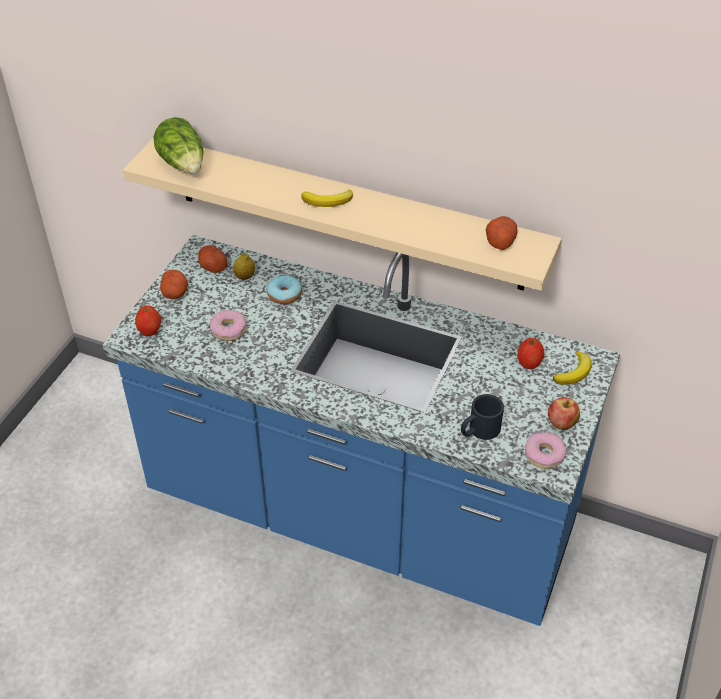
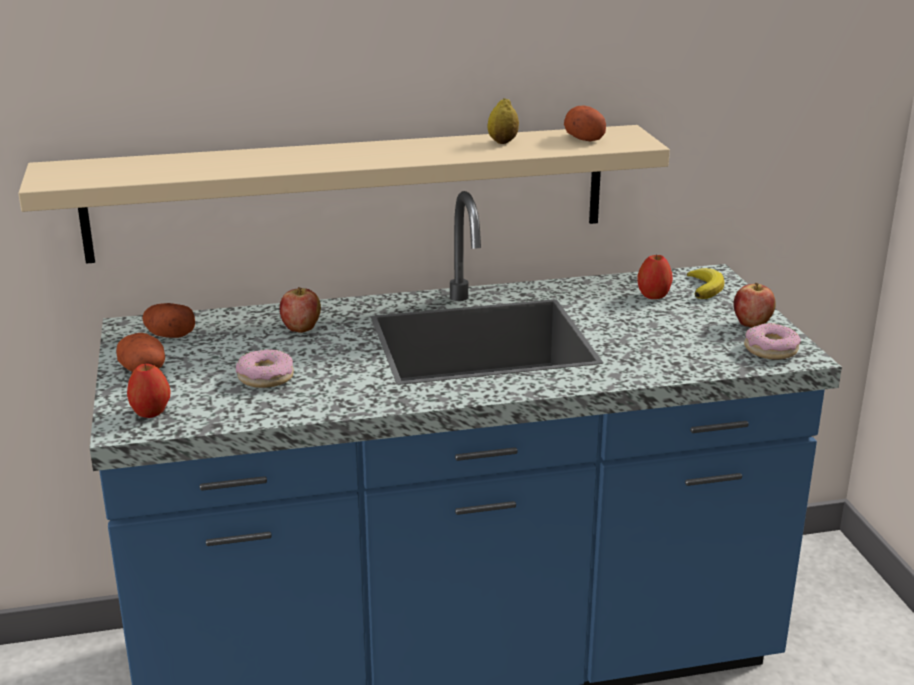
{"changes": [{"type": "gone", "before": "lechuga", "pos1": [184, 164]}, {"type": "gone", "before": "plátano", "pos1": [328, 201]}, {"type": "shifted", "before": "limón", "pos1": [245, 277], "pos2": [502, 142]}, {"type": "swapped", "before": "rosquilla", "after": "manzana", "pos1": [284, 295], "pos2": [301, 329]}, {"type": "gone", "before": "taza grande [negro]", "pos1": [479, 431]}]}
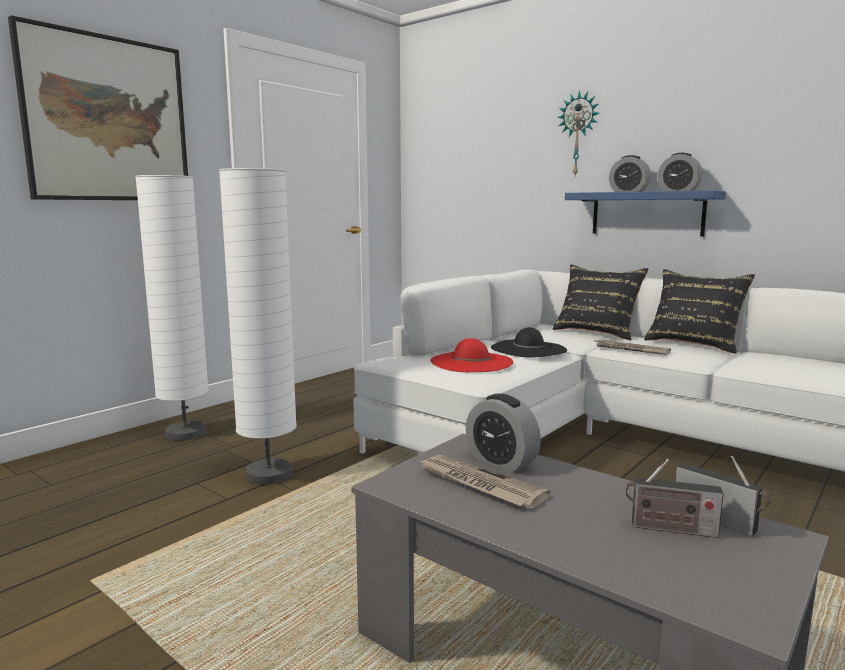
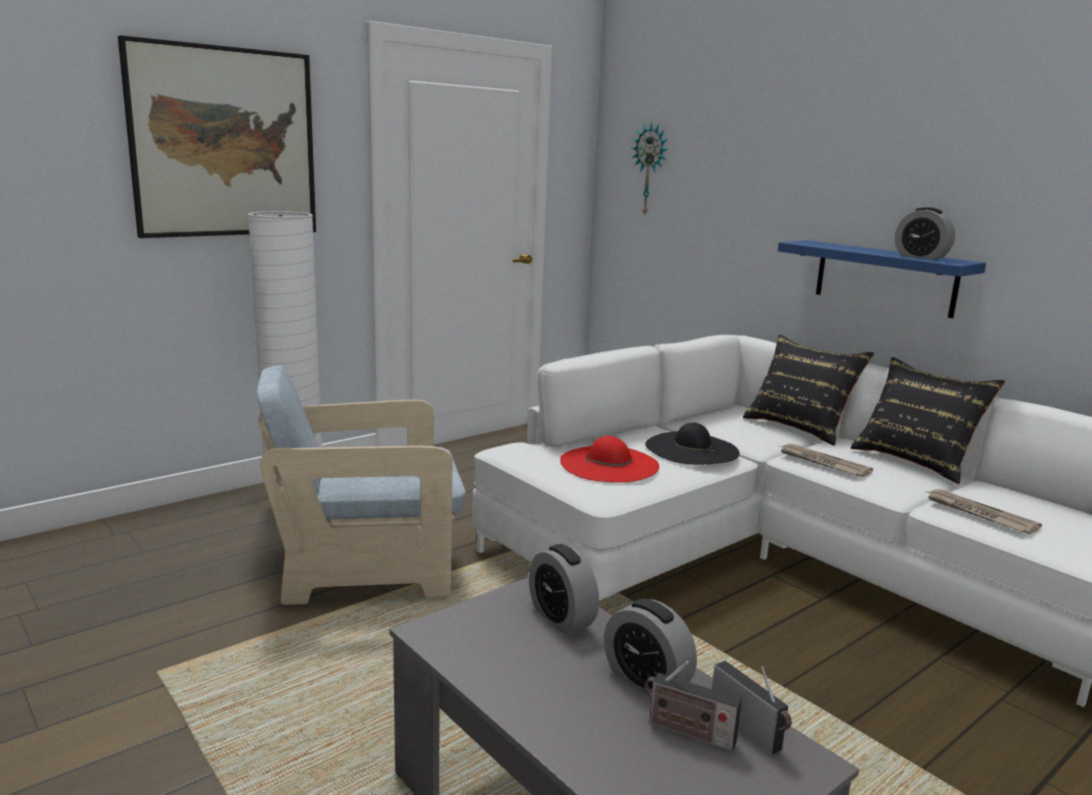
{"changes": [{"type": "shifted", "before": "reloj de pared", "pos1": [578, 134], "pos2": [650, 169]}, {"type": "shifted", "before": "despertador", "pos1": [628, 191], "pos2": [646, 680]}, {"type": "swapped", "before": "lámpara de pie [blanco]", "after": "sillón [beis]", "pos1": [268, 475], "pos2": [367, 568]}, {"type": "shifted", "before": "periódico", "pos1": [478, 484], "pos2": [979, 514]}]}
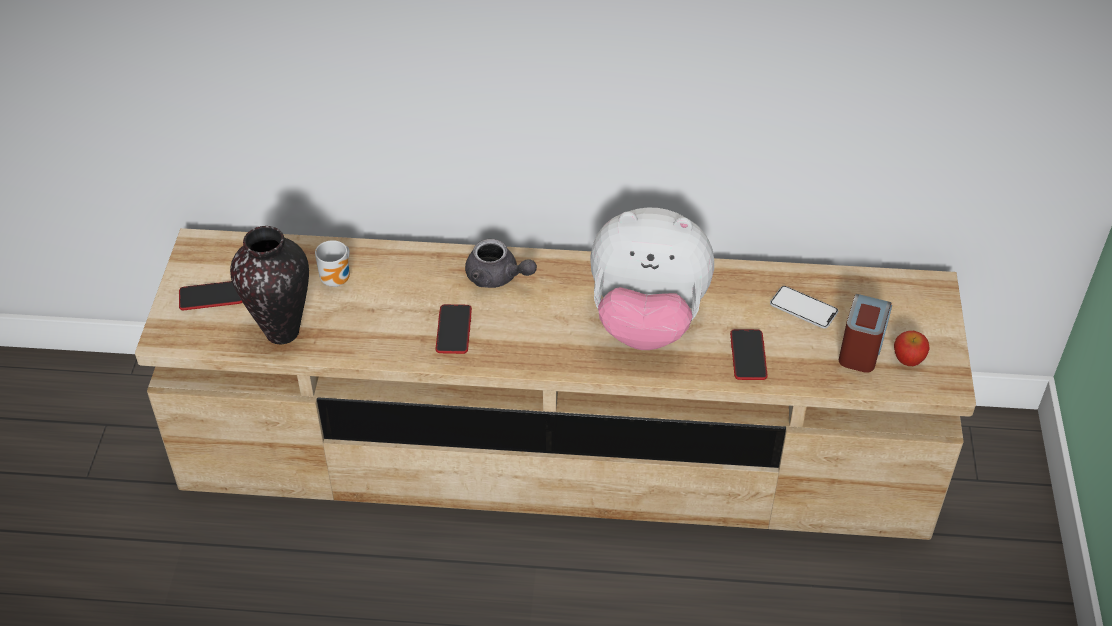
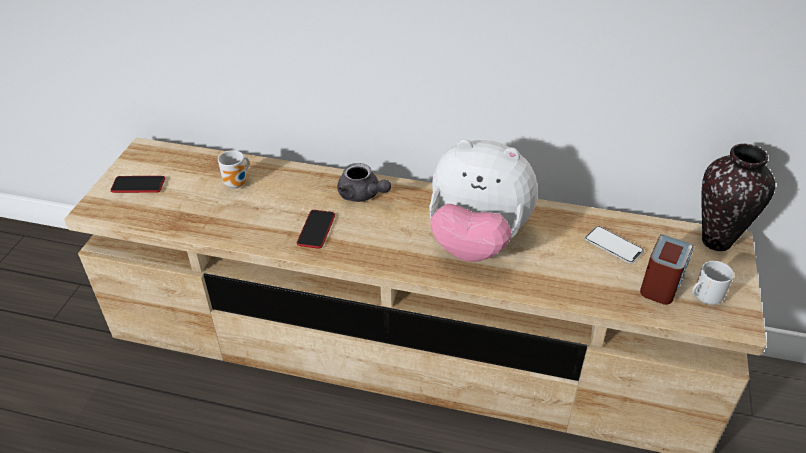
{"changes": [{"type": "shifted", "before": "florero", "pos1": [283, 333], "pos2": [717, 242]}, {"type": "gone", "before": "móvil", "pos1": [748, 355]}, {"type": "swapped", "before": "manzana", "after": "taza grande", "pos1": [908, 360], "pos2": [704, 298]}]}
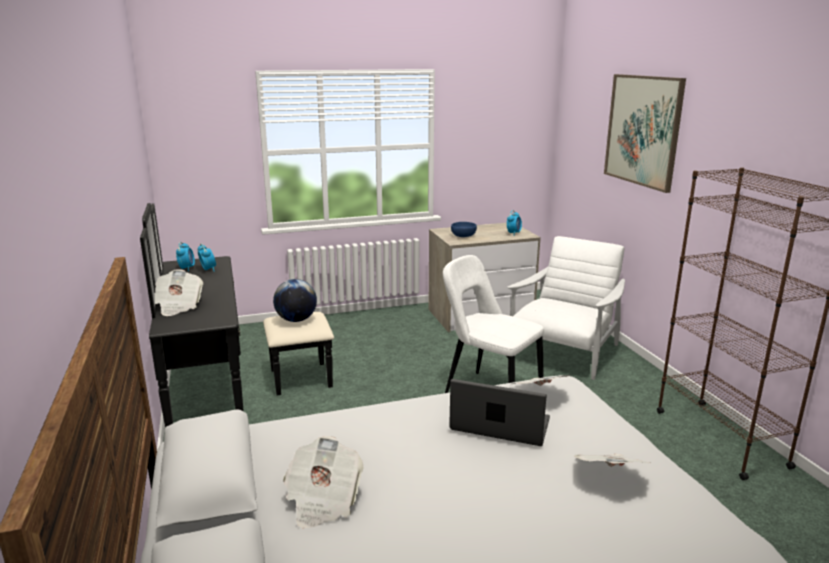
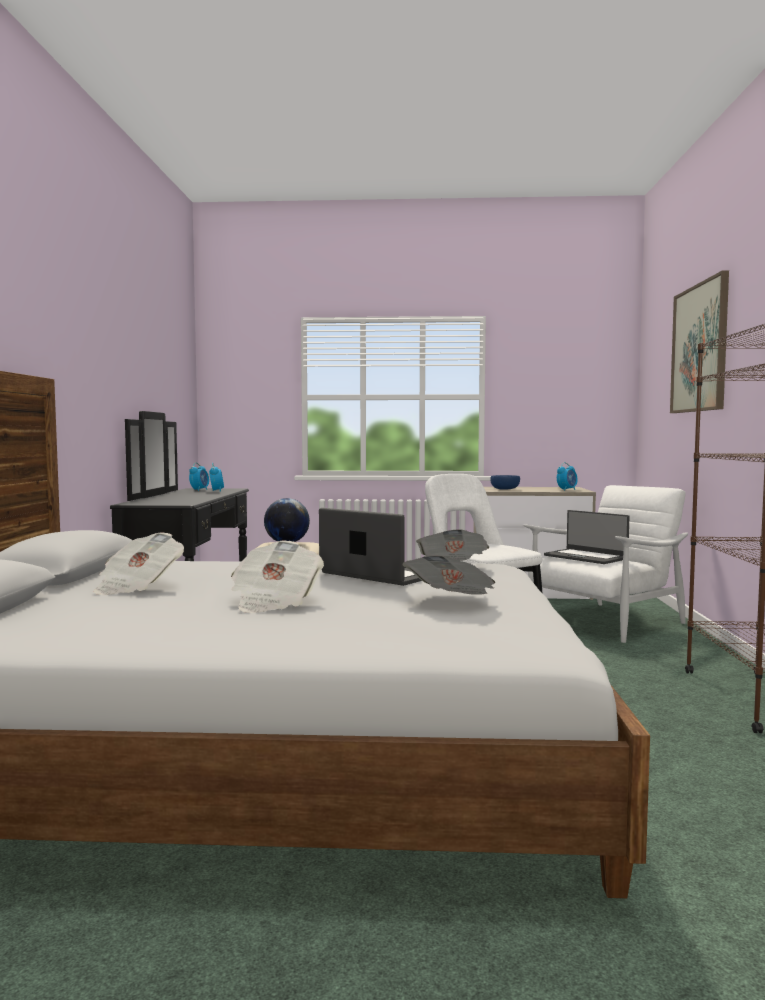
{"changes": [{"type": "shifted", "before": "periódico", "pos1": [178, 306], "pos2": [274, 602]}, {"type": "new", "after": "portátil", "pos2": [586, 557]}]}
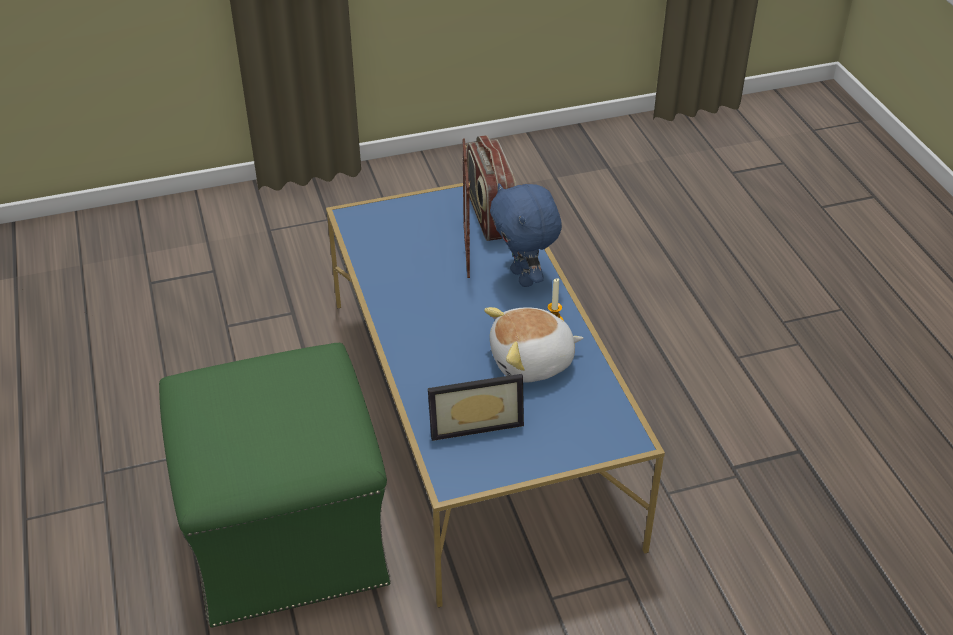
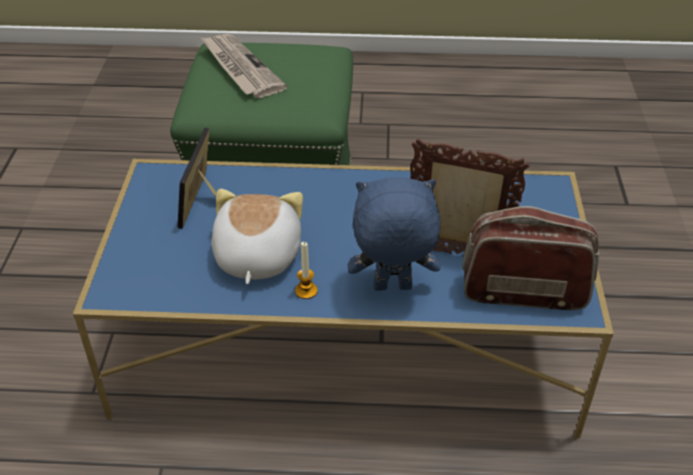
{"changes": [{"type": "new", "after": "periódico", "pos2": [240, 68]}]}
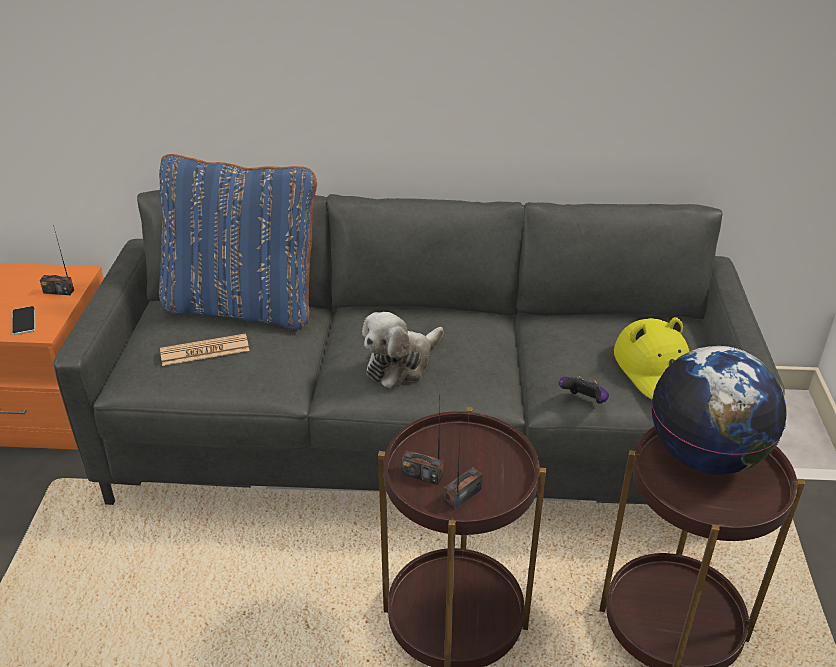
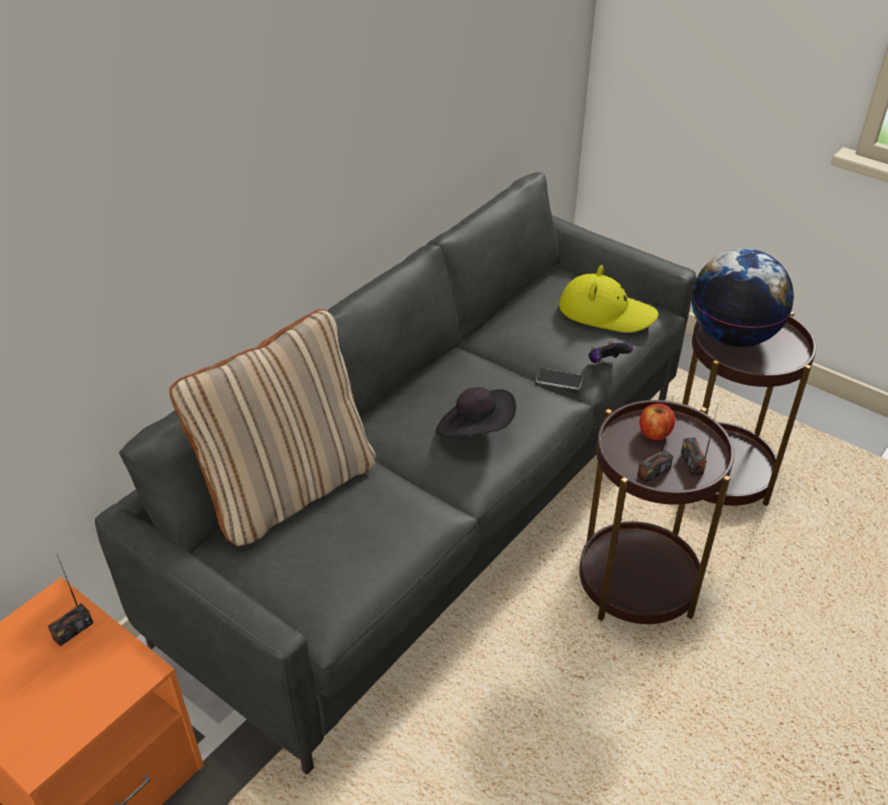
{"changes": [{"type": "repainted", "before": "cojín [azul]", "after": "cojín [beis]", "pos1": [244, 305], "pos2": [289, 488]}, {"type": "shifted", "before": "móvil", "pos1": [24, 321], "pos2": [559, 380]}, {"type": "swapped", "before": "peluche", "after": "sombrero [negro]", "pos1": [401, 364], "pos2": [476, 430]}, {"type": "gone", "before": "periódico", "pos1": [205, 351]}, {"type": "new", "after": "manzana", "pos2": [654, 433]}]}
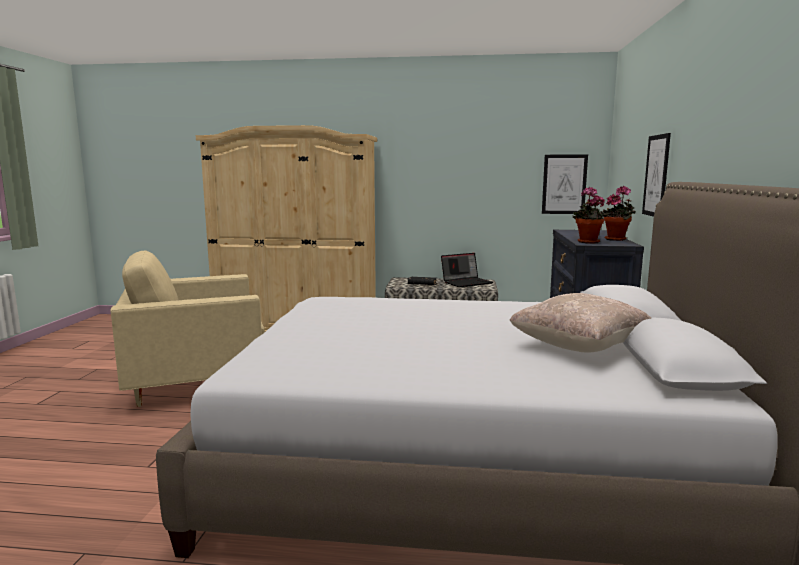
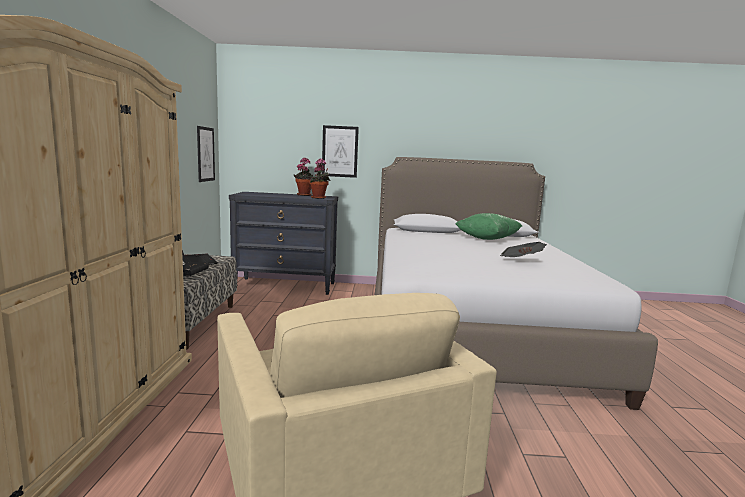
{"changes": [{"type": "repainted", "before": "cojín [beis]", "after": "cojín [verde]", "pos1": [578, 348], "pos2": [487, 239]}, {"type": "new", "after": "periódico", "pos2": [521, 261]}]}
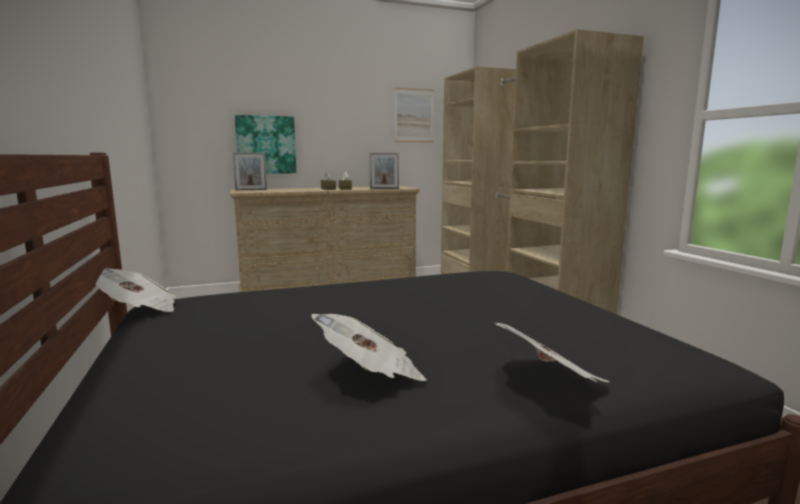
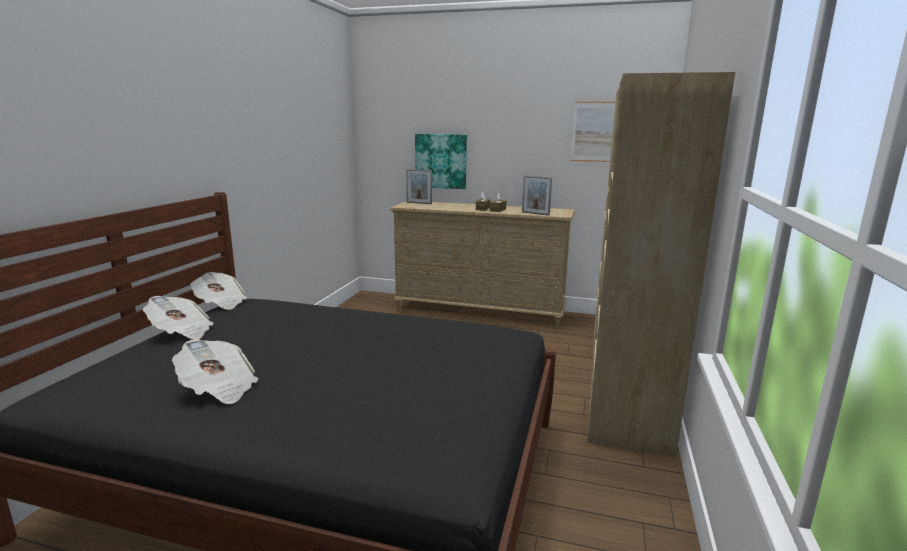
{"changes": [{"type": "shifted", "before": "periódico", "pos1": [549, 381], "pos2": [181, 332]}]}
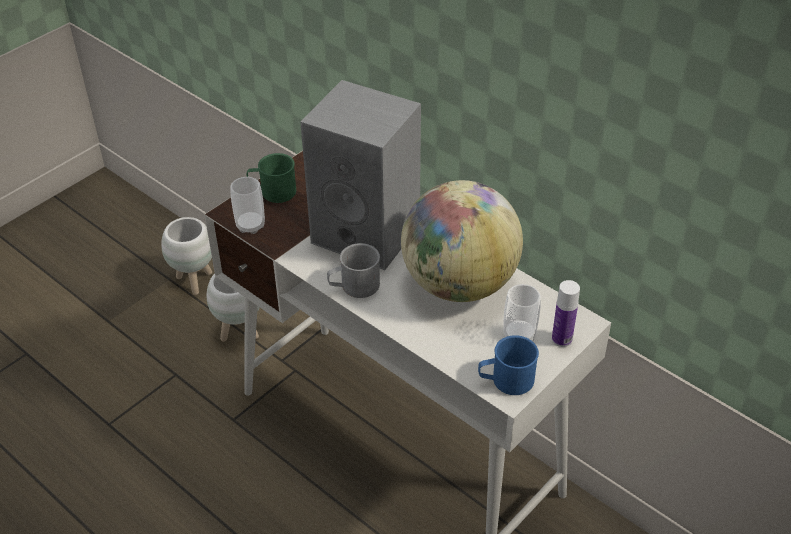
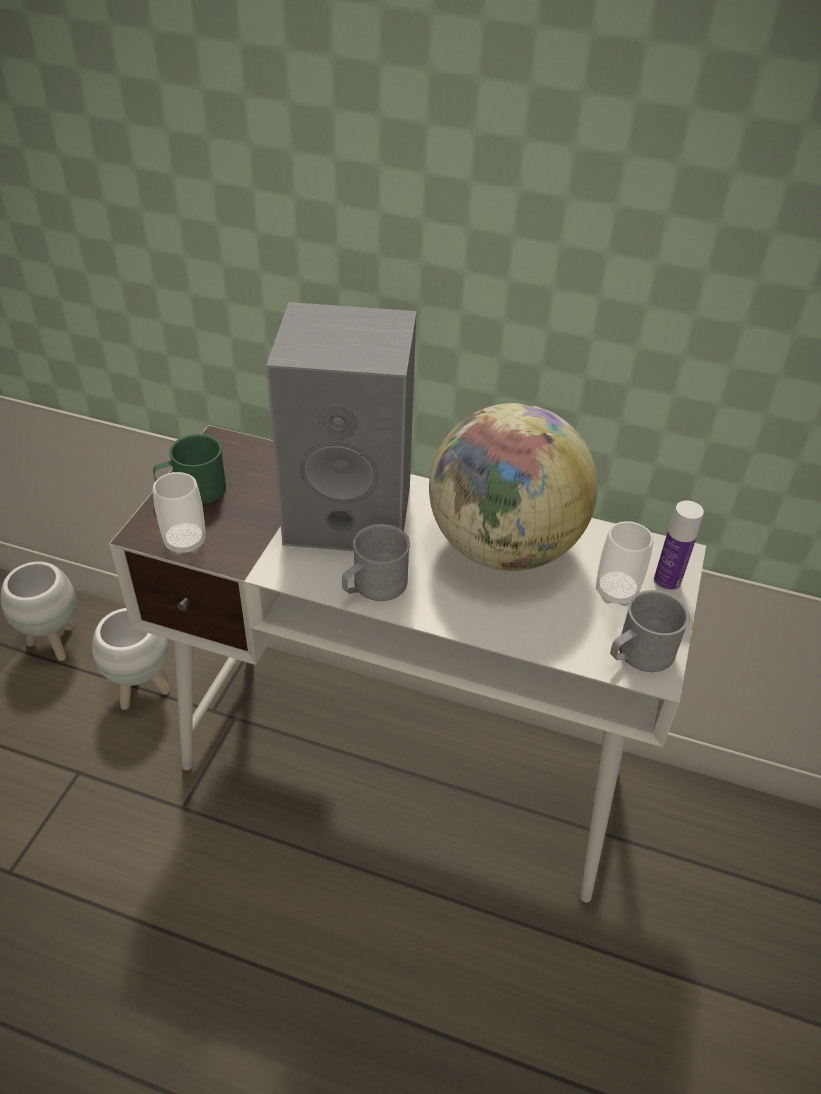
{"changes": [{"type": "repainted", "before": "taza grande [azul]", "after": "taza grande [gris]", "pos1": [506, 380], "pos2": [638, 655]}]}
